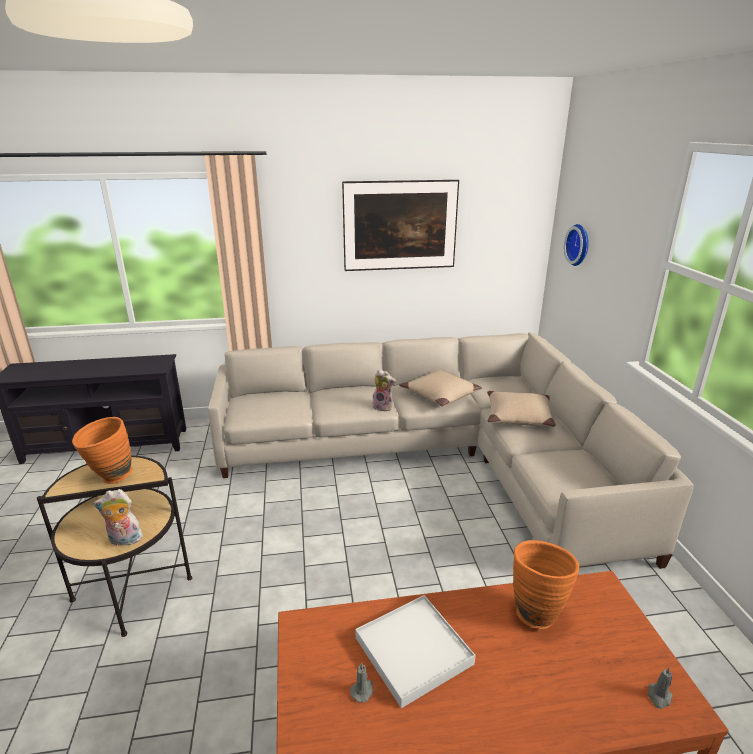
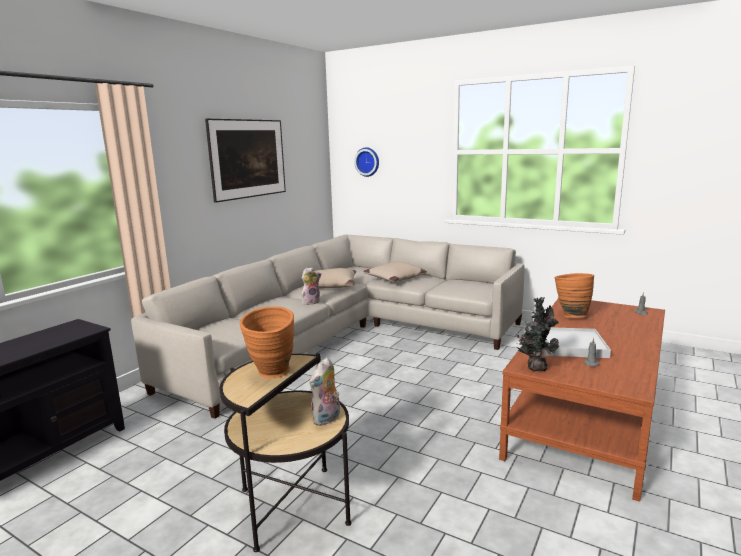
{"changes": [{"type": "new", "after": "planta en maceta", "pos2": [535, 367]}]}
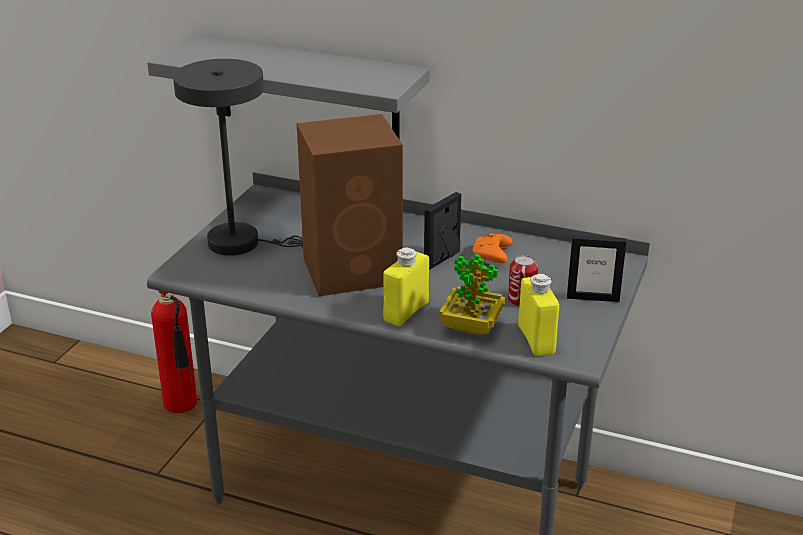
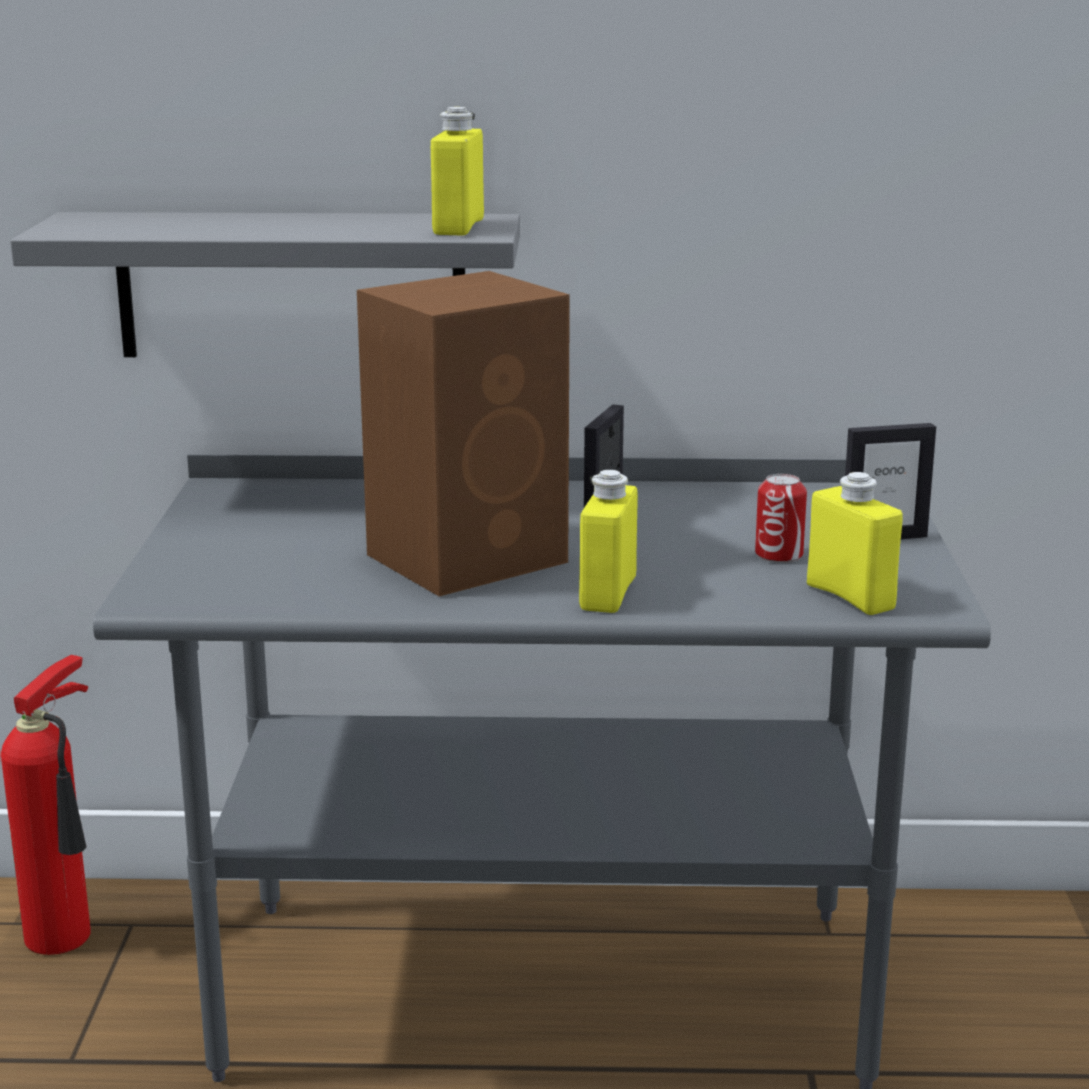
{"changes": [{"type": "gone", "before": "lámpara de mesa [gris]", "pos1": [243, 243]}, {"type": "gone", "before": "mando de consola [naranja]", "pos1": [492, 256]}, {"type": "gone", "before": "planta en maceta", "pos1": [471, 327]}, {"type": "new", "after": "botella [amarillo]", "pos2": [458, 227]}]}
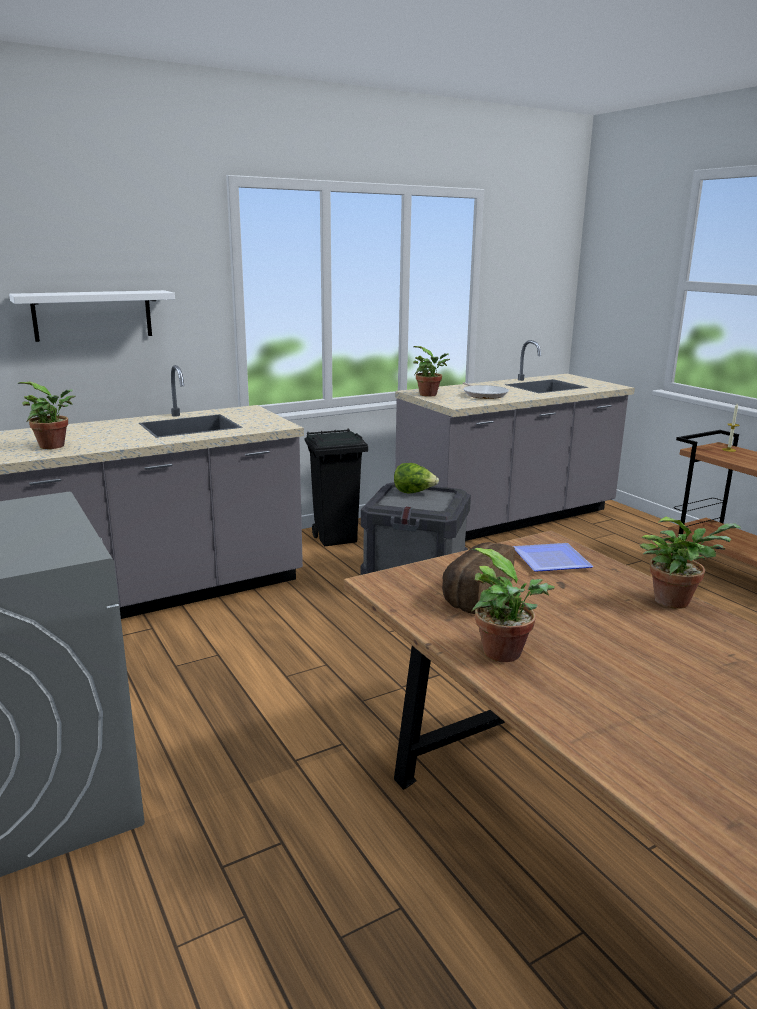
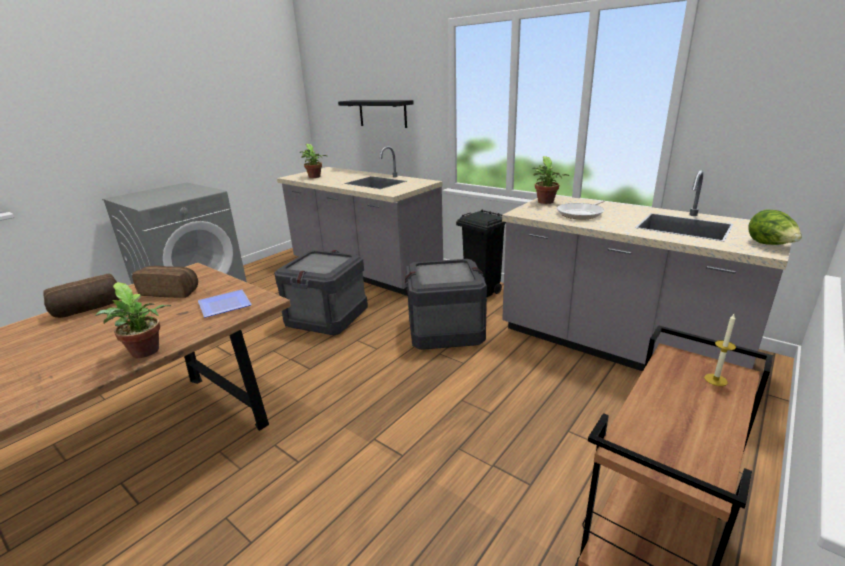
{"changes": [{"type": "repainted", "before": "estante [blanco]", "after": "estante [negro]", "pos1": [93, 315], "pos2": [382, 113]}, {"type": "shifted", "before": "lechuga", "pos1": [414, 492], "pos2": [770, 245]}, {"type": "swapped", "before": "planta en maceta", "after": "pan", "pos1": [507, 654], "pos2": [88, 309]}, {"type": "new", "after": "caja de embalaje", "pos2": [328, 318]}]}
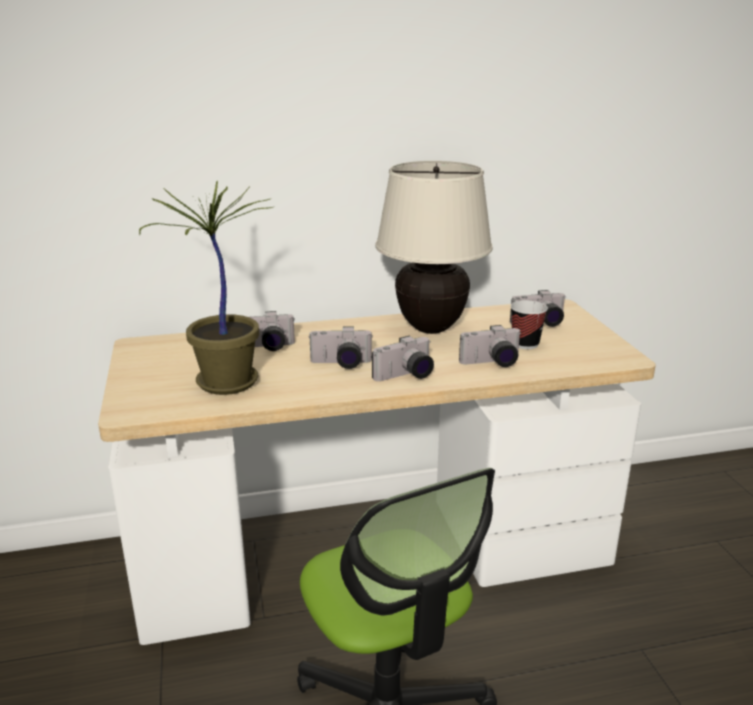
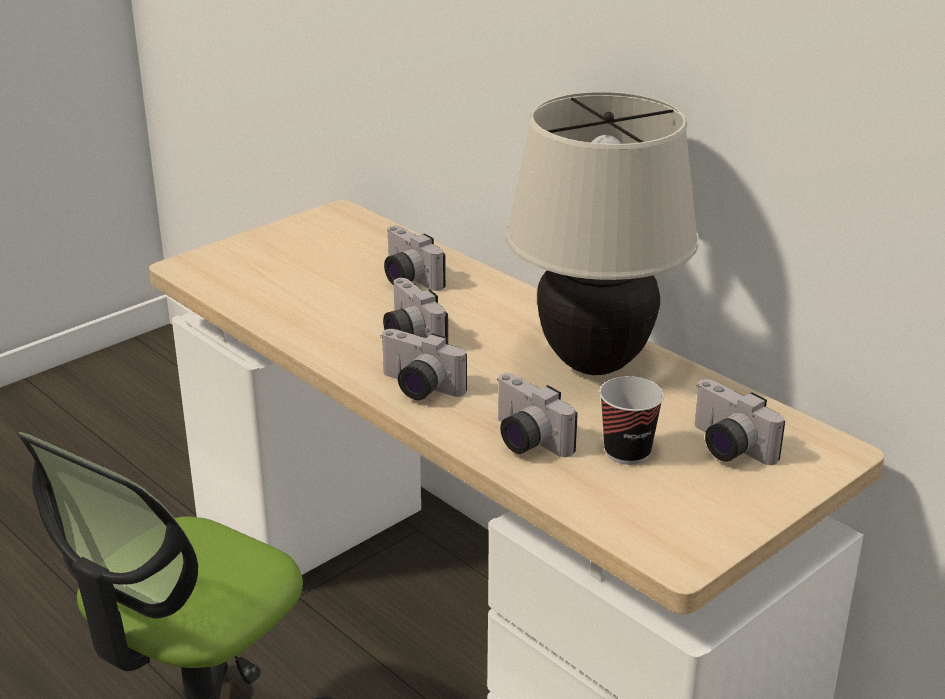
{"changes": [{"type": "gone", "before": "planta en maceta", "pos1": [226, 384]}]}
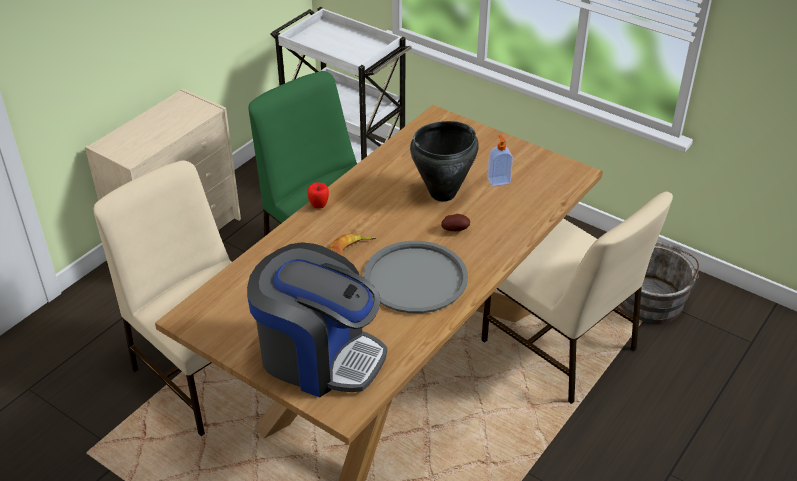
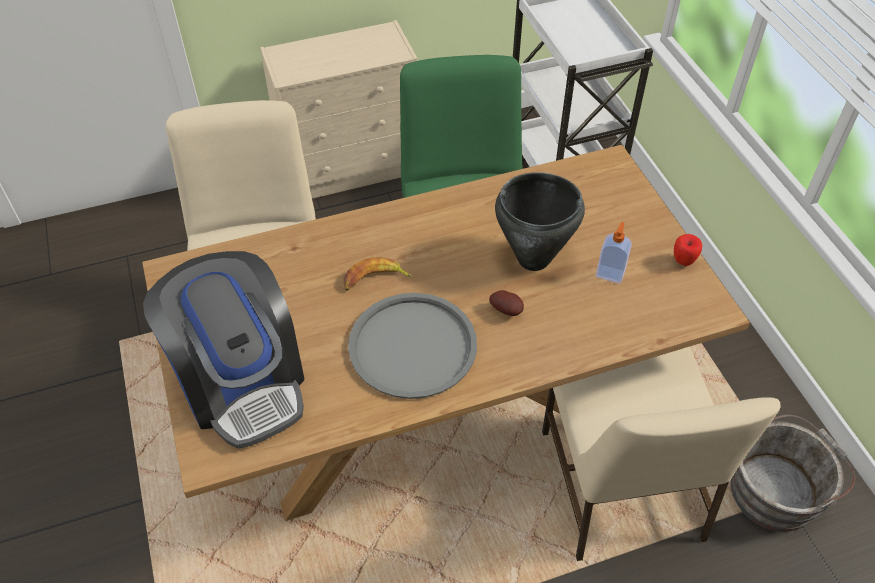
{"changes": [{"type": "shifted", "before": "manzana", "pos1": [319, 206], "pos2": [683, 261]}]}
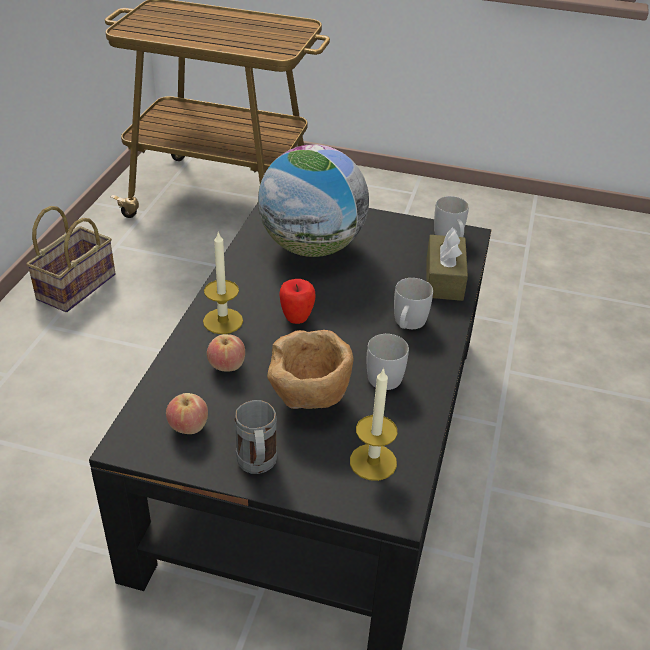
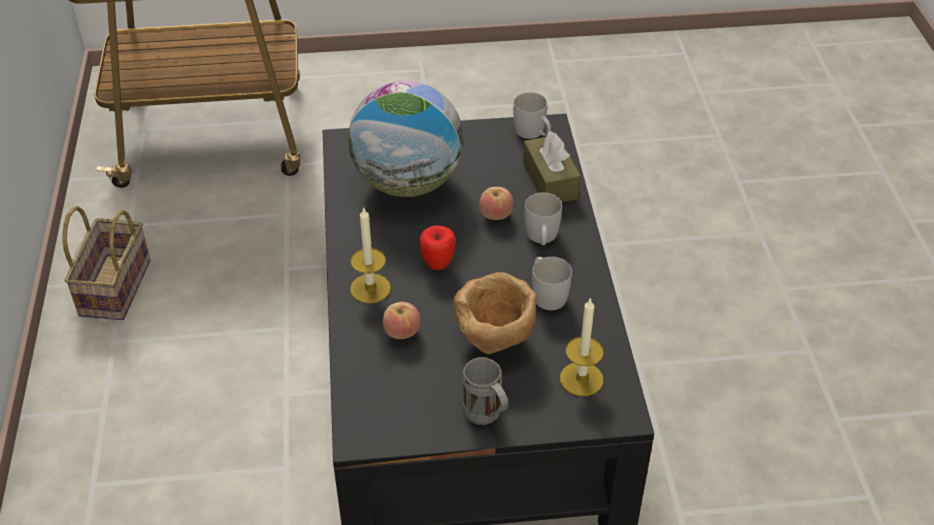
{"changes": [{"type": "shifted", "before": "manzana", "pos1": [188, 426], "pos2": [495, 215]}]}
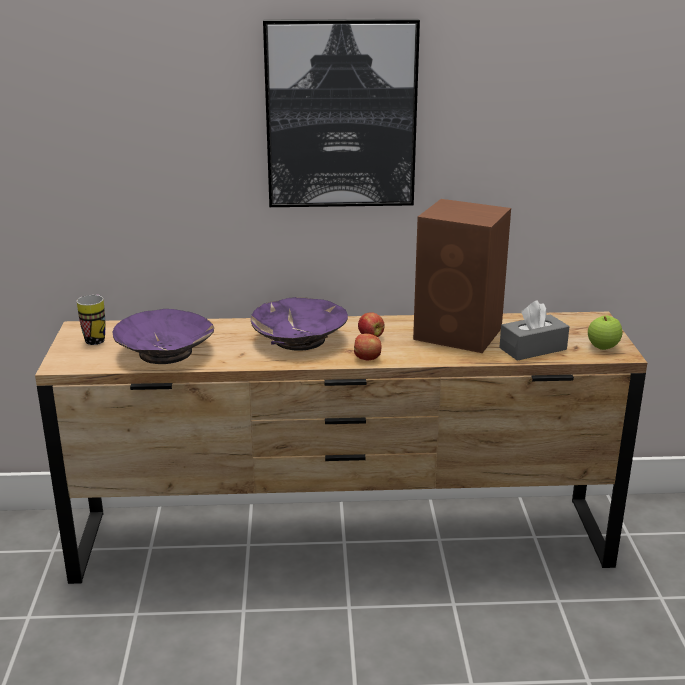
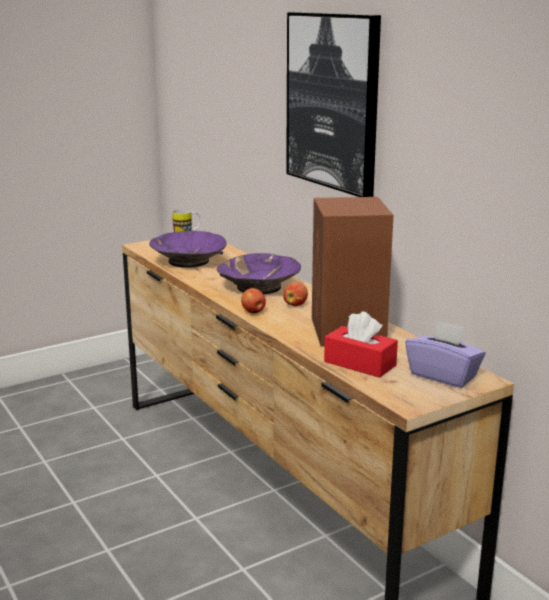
{"changes": [{"type": "repainted", "before": "caja de pañuelos [gris]", "after": "caja de pañuelos [rojo]", "pos1": [533, 349], "pos2": [360, 363]}, {"type": "gone", "before": "manzana", "pos1": [602, 347]}, {"type": "new", "after": "caja de pañuelos [morado]", "pos2": [443, 375]}]}
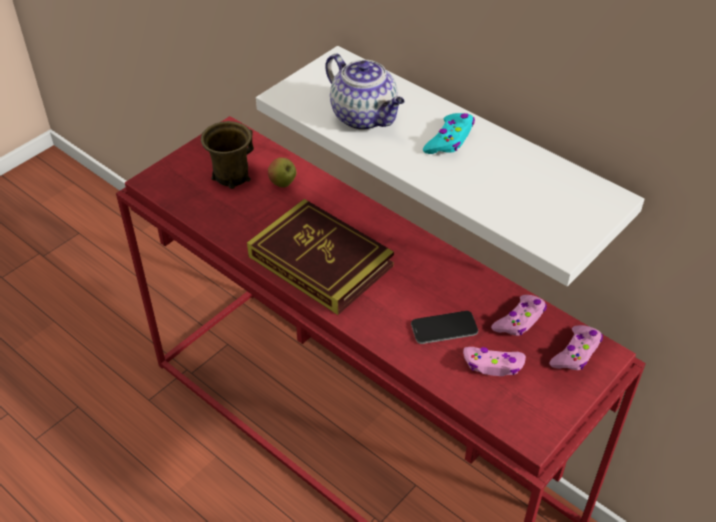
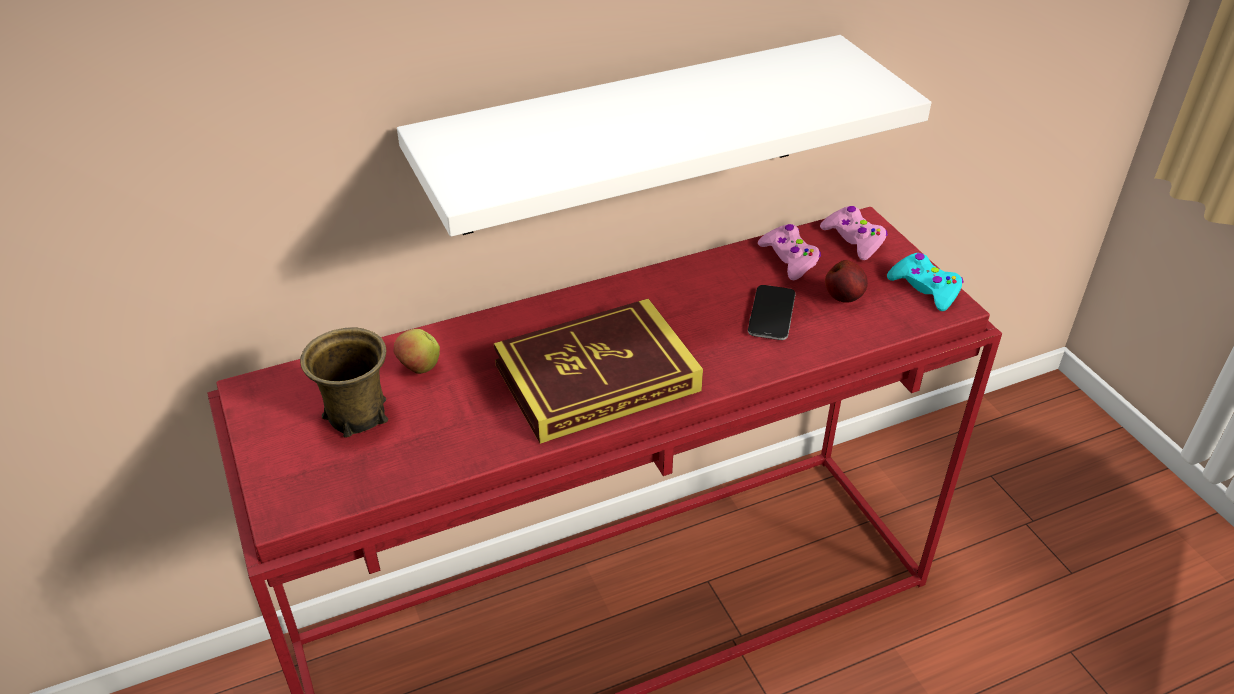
{"changes": [{"type": "gone", "before": "tetera", "pos1": [365, 117]}, {"type": "shifted", "before": "mando de consola [turquesa]", "pos1": [449, 140], "pos2": [925, 288]}, {"type": "swapped", "before": "mando de consola [rosa]", "after": "manzana", "pos1": [493, 365], "pos2": [844, 297]}]}
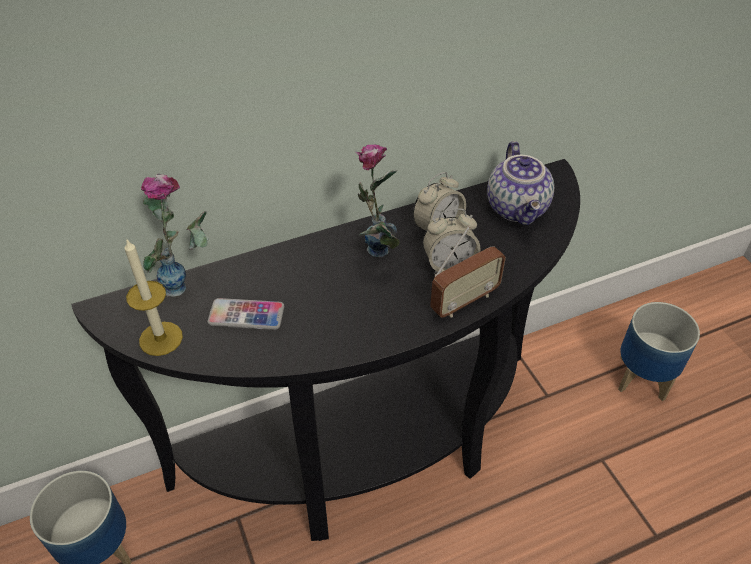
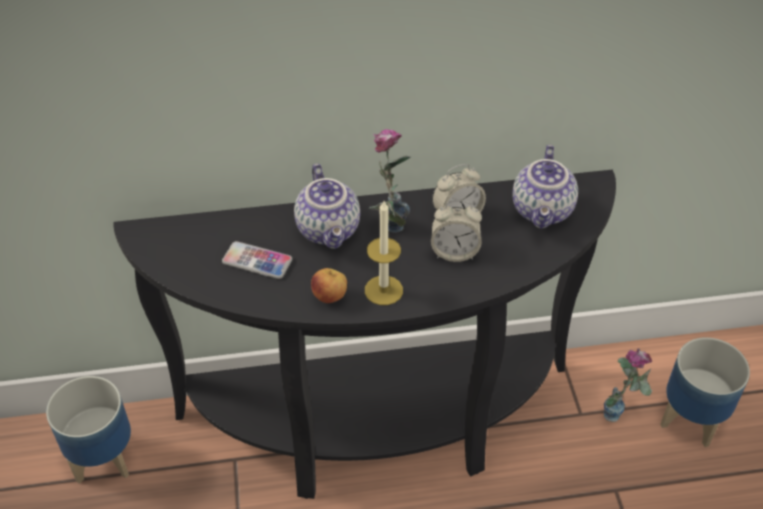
{"changes": [{"type": "shifted", "before": "florero", "pos1": [191, 284], "pos2": [622, 413]}, {"type": "gone", "before": "radio", "pos1": [464, 301]}, {"type": "shifted", "before": "vela", "pos1": [161, 338], "pos2": [383, 290]}, {"type": "new", "after": "tetera", "pos2": [330, 230]}, {"type": "new", "after": "manzana", "pos2": [330, 297]}]}
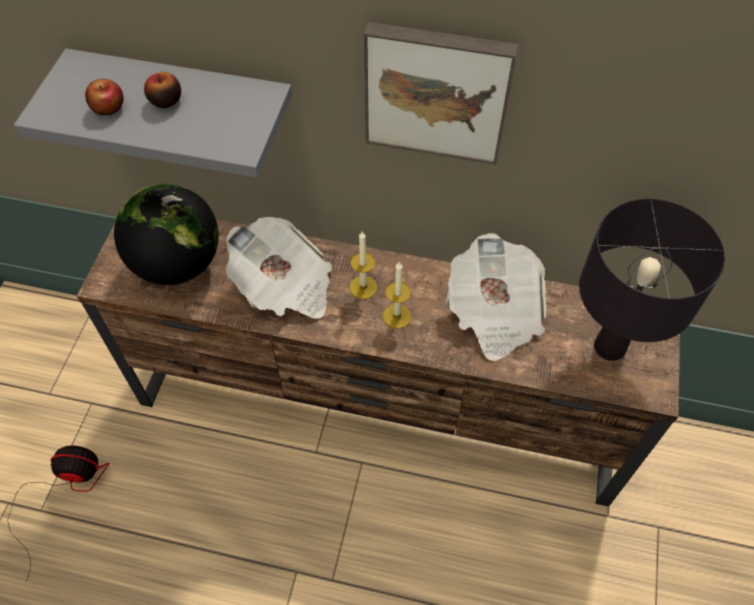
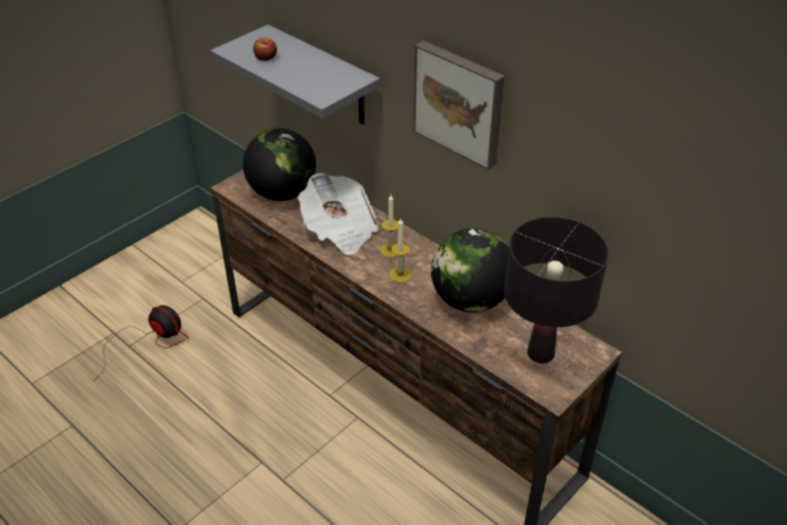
{"changes": [{"type": "gone", "before": "manzana", "pos1": [165, 101]}, {"type": "swapped", "before": "periódico", "after": "globo terráqueo", "pos1": [494, 313], "pos2": [470, 300]}]}
